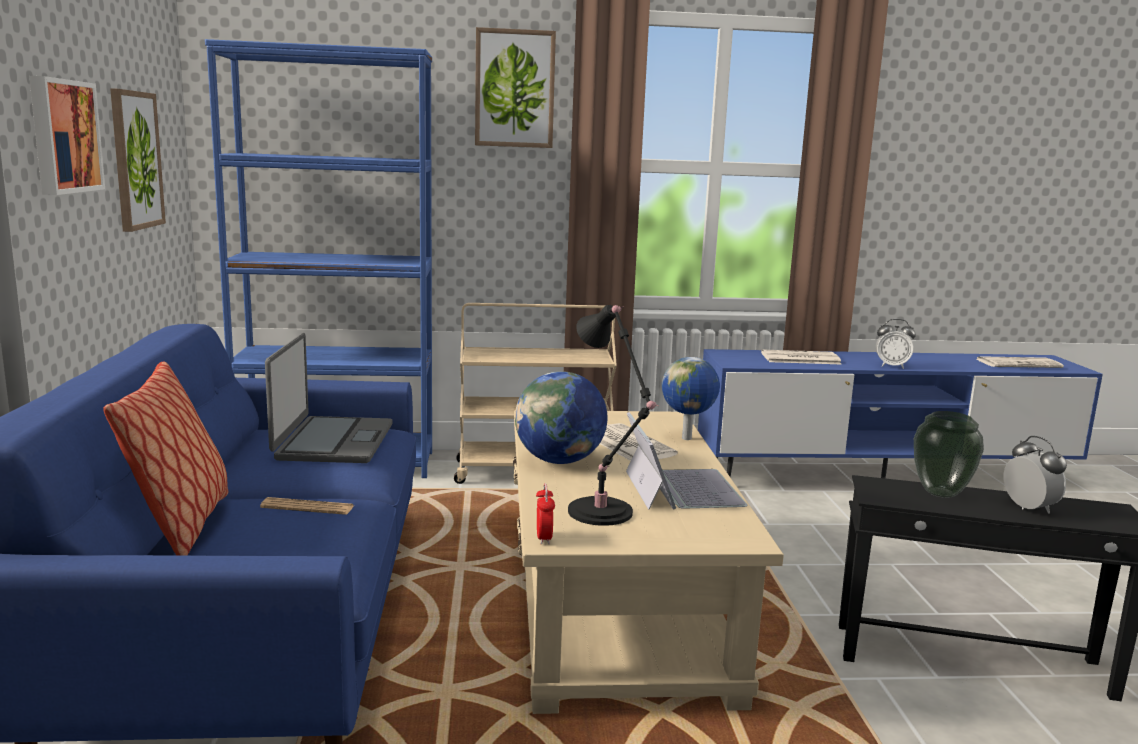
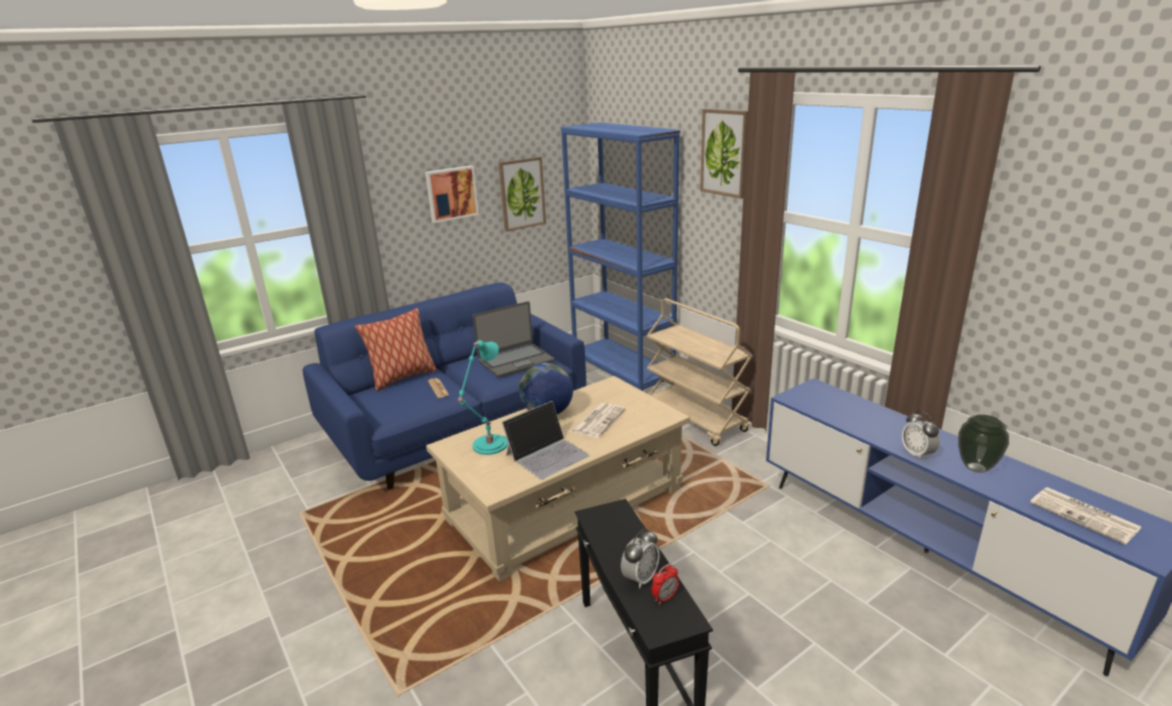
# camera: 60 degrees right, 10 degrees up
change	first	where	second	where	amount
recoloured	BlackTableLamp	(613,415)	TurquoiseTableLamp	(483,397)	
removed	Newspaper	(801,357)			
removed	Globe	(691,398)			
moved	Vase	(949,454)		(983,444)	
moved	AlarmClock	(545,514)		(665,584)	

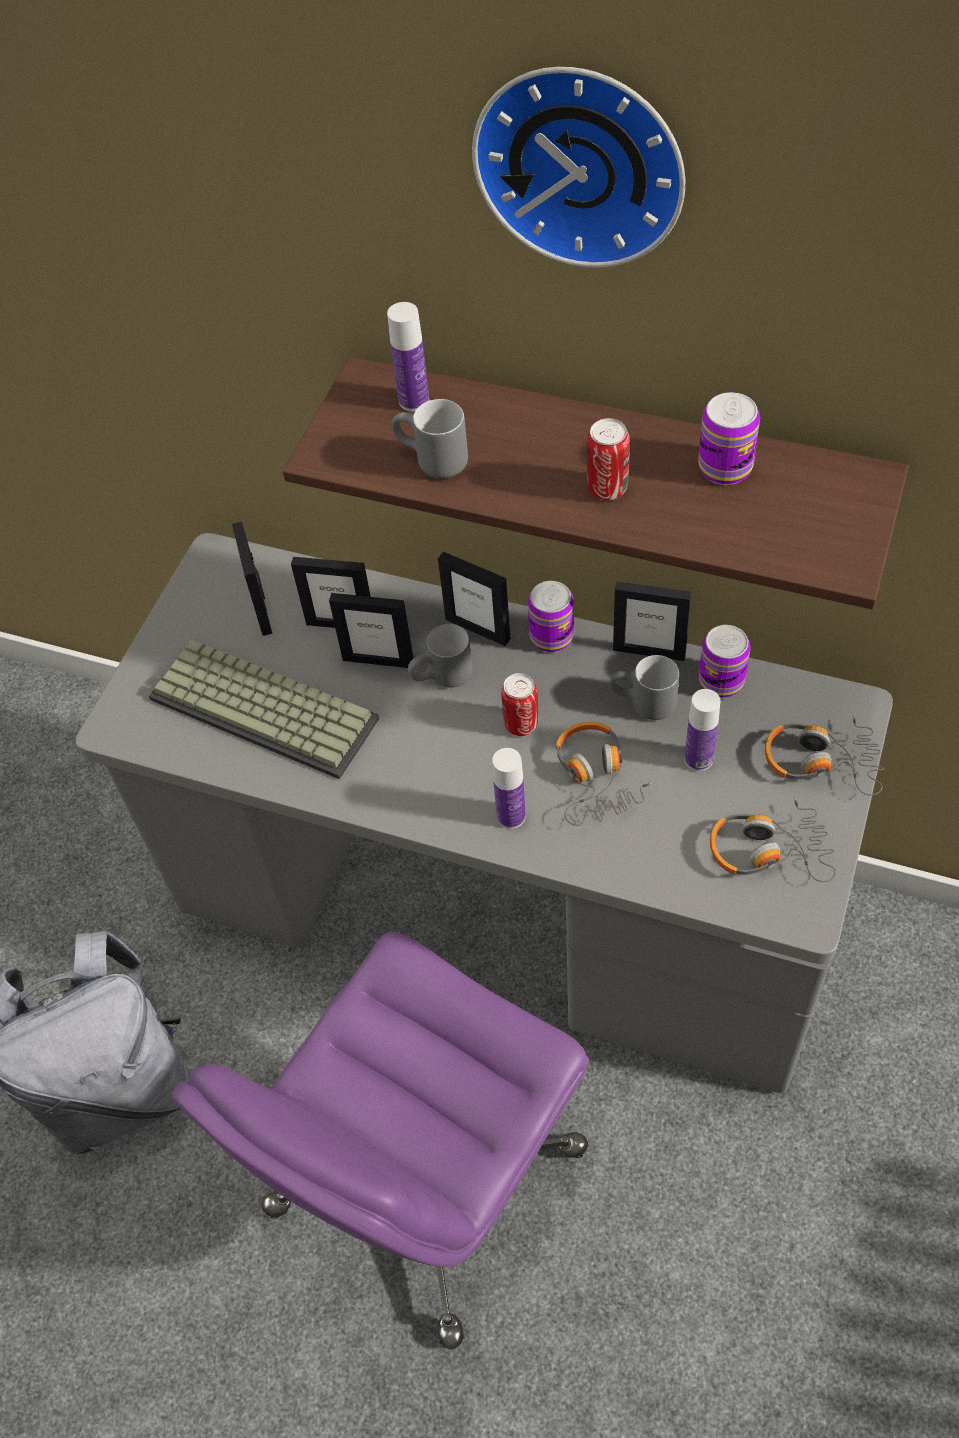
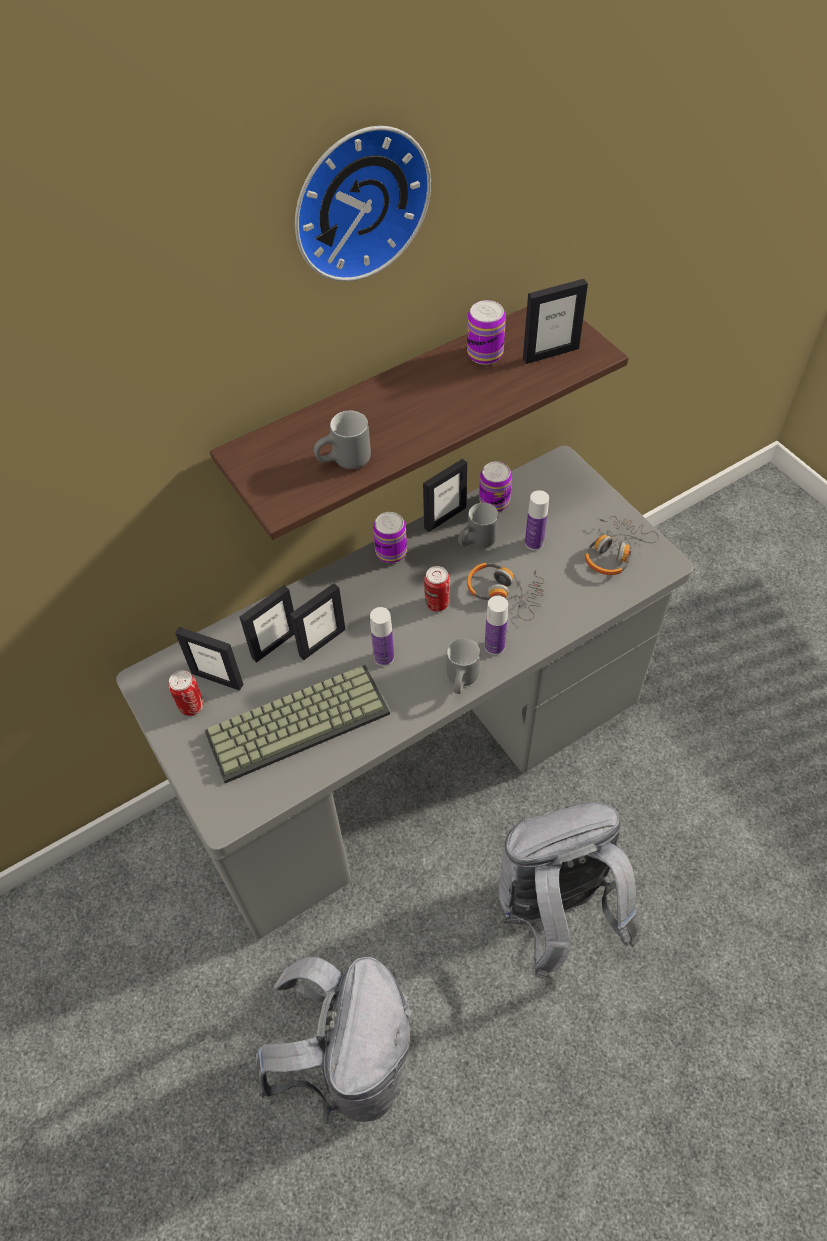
# camera: 55 degrees left, 0 degrees up
change	first	where	second	where	amount
moved	Bottle	(408,356)		(382,636)	
moved	Can	(608,459)		(186,693)	
moved	PictureFrame	(474,599)		(555,321)	
moved	GreyMug	(440,656)		(463,666)	
removed	Headphones	(824,755)			
replaced	PurpleOfficeChair	(380,1141)	GreyBackpack	(568,890)	

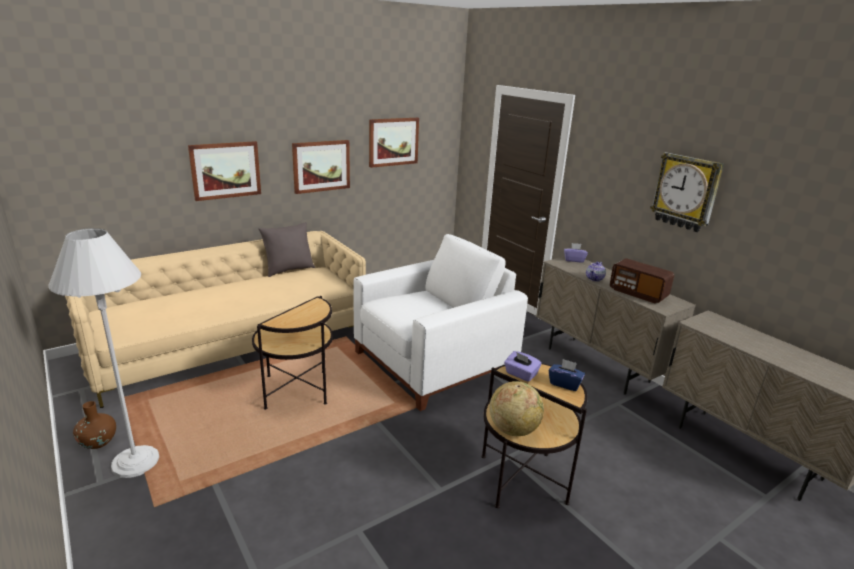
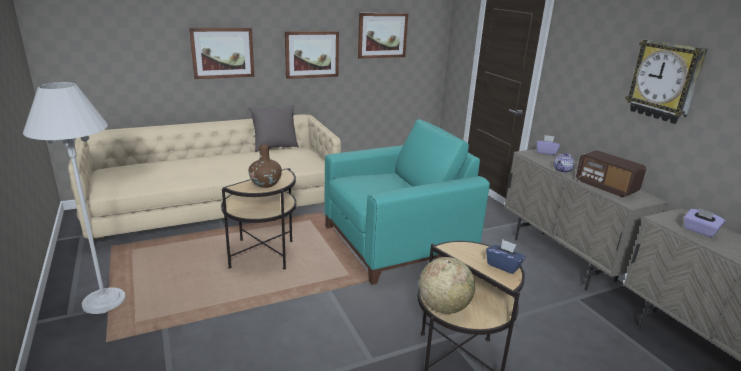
# camera: 10 degrees right, 0 degrees up
change	first	where	second	where	amount
recoloured	WhiteArmchair	(440,322)	TurquoiseArmchair	(407,202)	
moved	PurpleTissueBox	(522,366)		(705,223)	
moved	BrownVase	(94,425)		(265,166)	

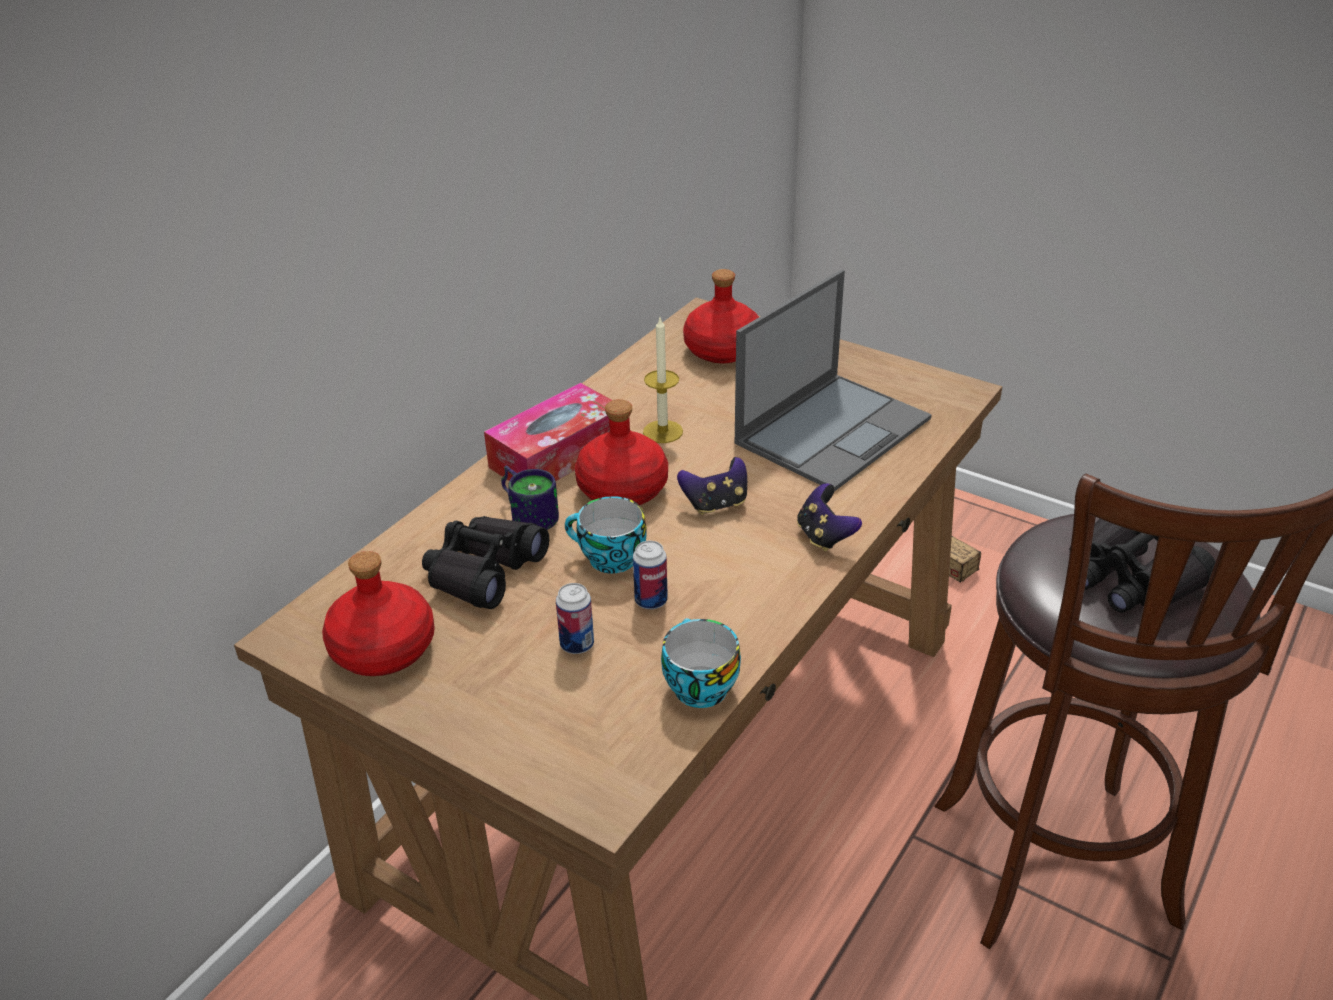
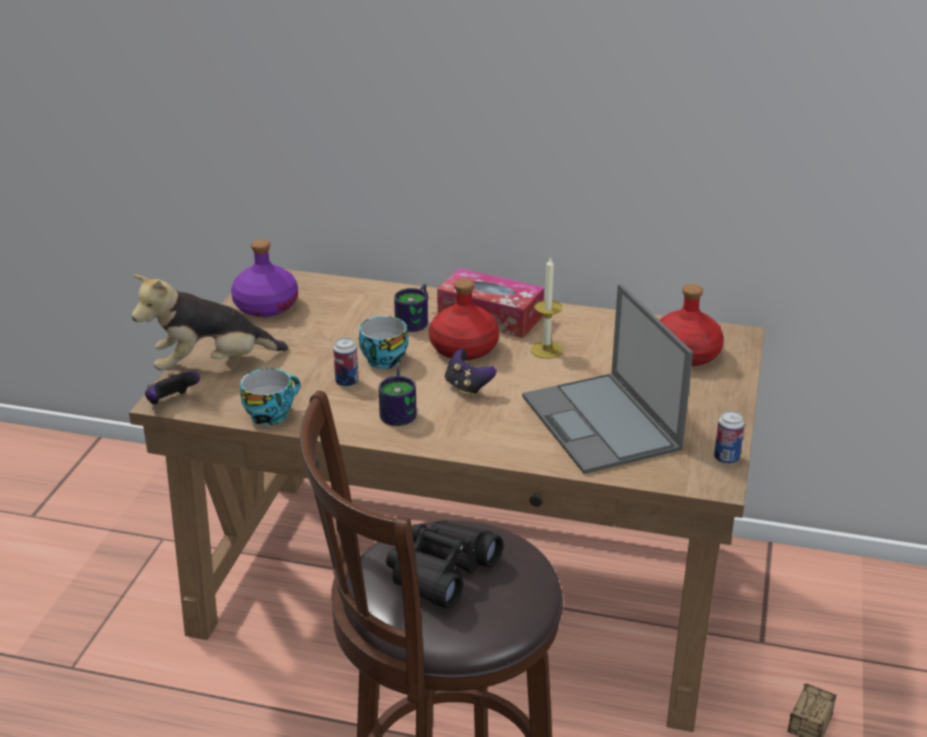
# camera: 70 degrees right, 5 degrees down
change	first	where	second	where	amount
turned	Laptop	(833,381)		(607,379)	45 degrees clockwise
moved	GameController	(829,517)		(172,388)	
removed	BlackBinoculars	(485,562)			
recoloured	RedBottle	(378,613)	PurpleBottle	(264,278)	
moved	Can	(575,618)		(729,437)	
added			PlushToy	(210,322)	
added			Mug	(398,397)	

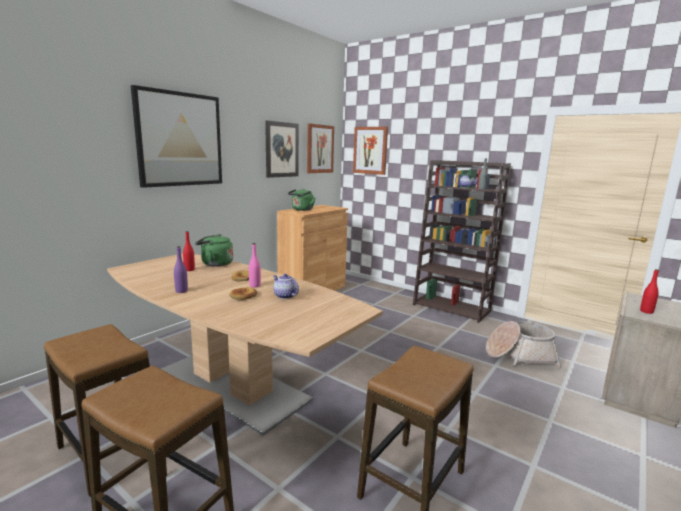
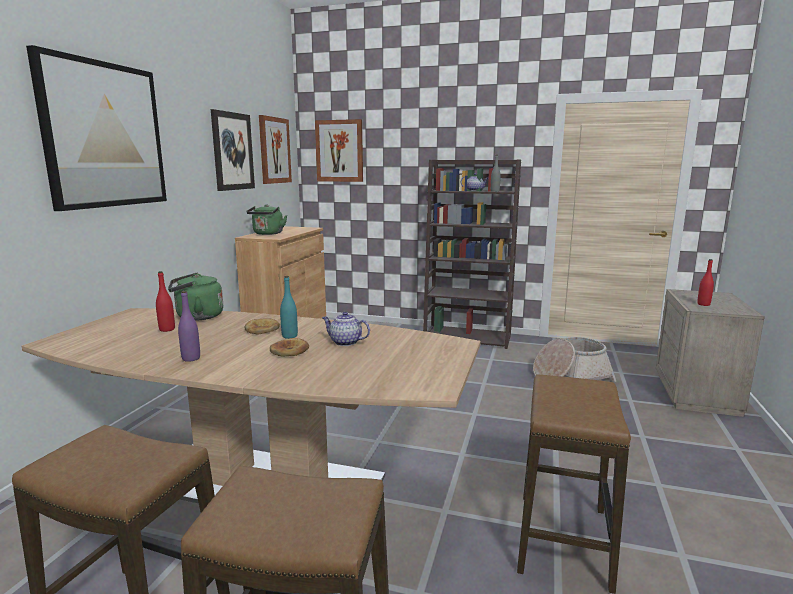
# camera: 20 degrees left, 0 degrees up
change	first	where	second	where	amount
recoloured	PinkBottle	(255,265)	TurquoiseBottle	(289,307)	

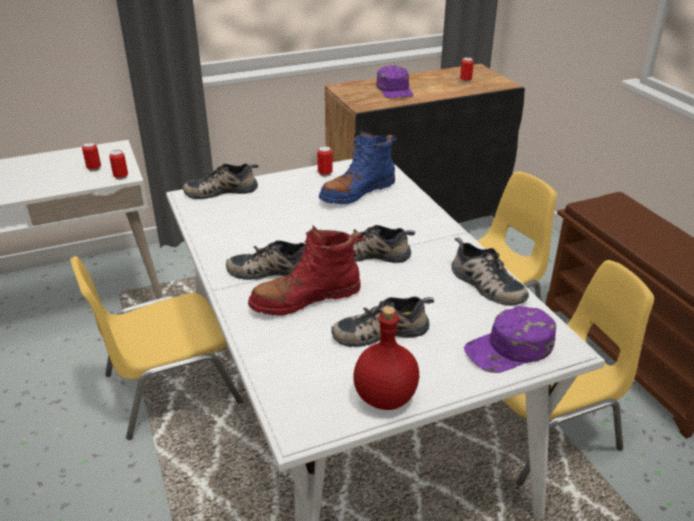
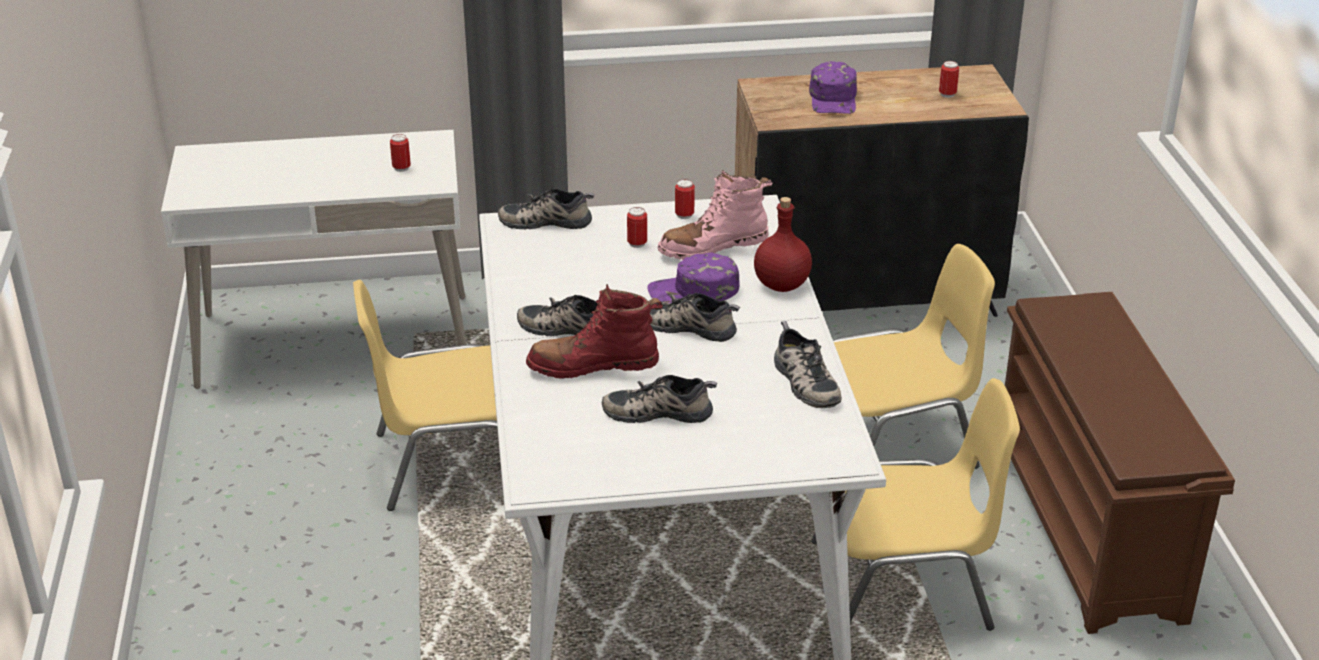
# camera: 15 degrees right, 0 degrees up
change	first	where	second	where	amount
recoloured	BlueBoot	(357,168)	PinkBoot	(715,215)	
moved	Can	(118,165)		(637,227)	
moved	RedBottle	(386,358)		(783,244)	
moved	PurpleCap	(510,339)		(694,278)	

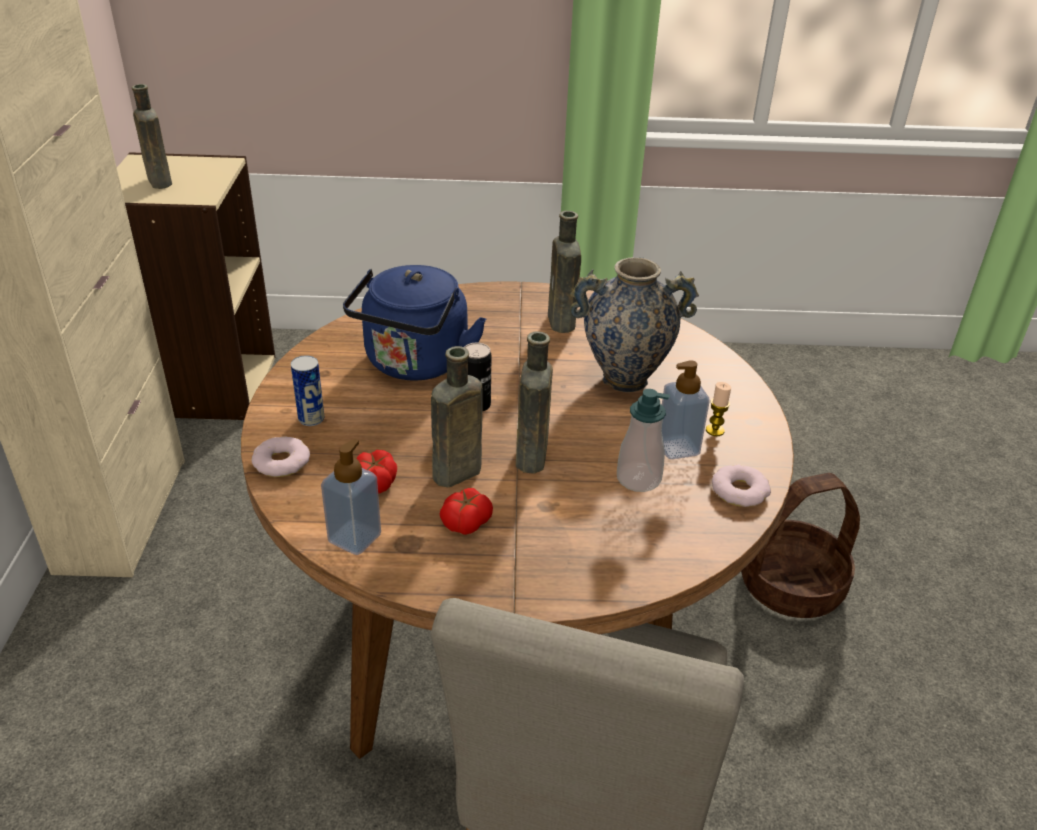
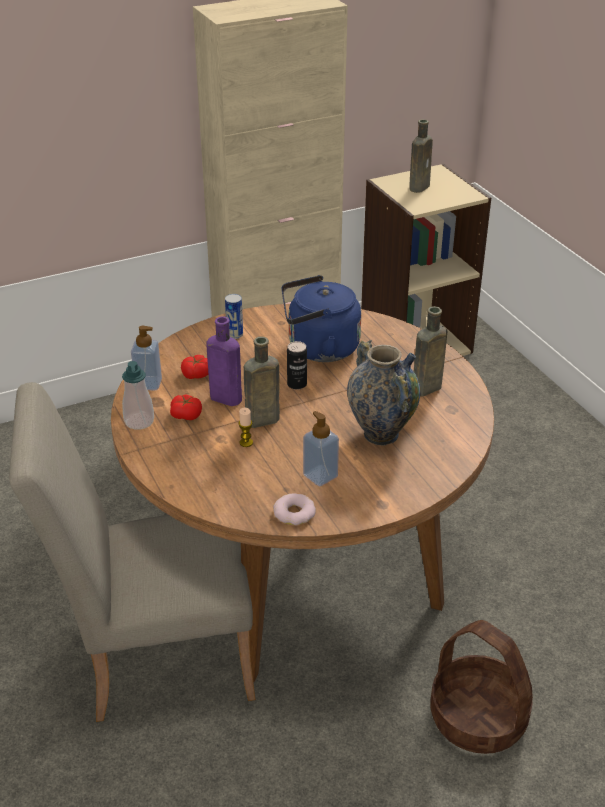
# camera: 65 degrees right, 0 degrees up
change	first	where	second	where	amount
recoloured	BrownBottle	(457,417)	PurpleBottle	(224,361)	
moved	Candle	(718,409)		(245,427)	
moved	SoapDispenser	(643,440)		(138,395)	
removed	Donut	(281,456)			

